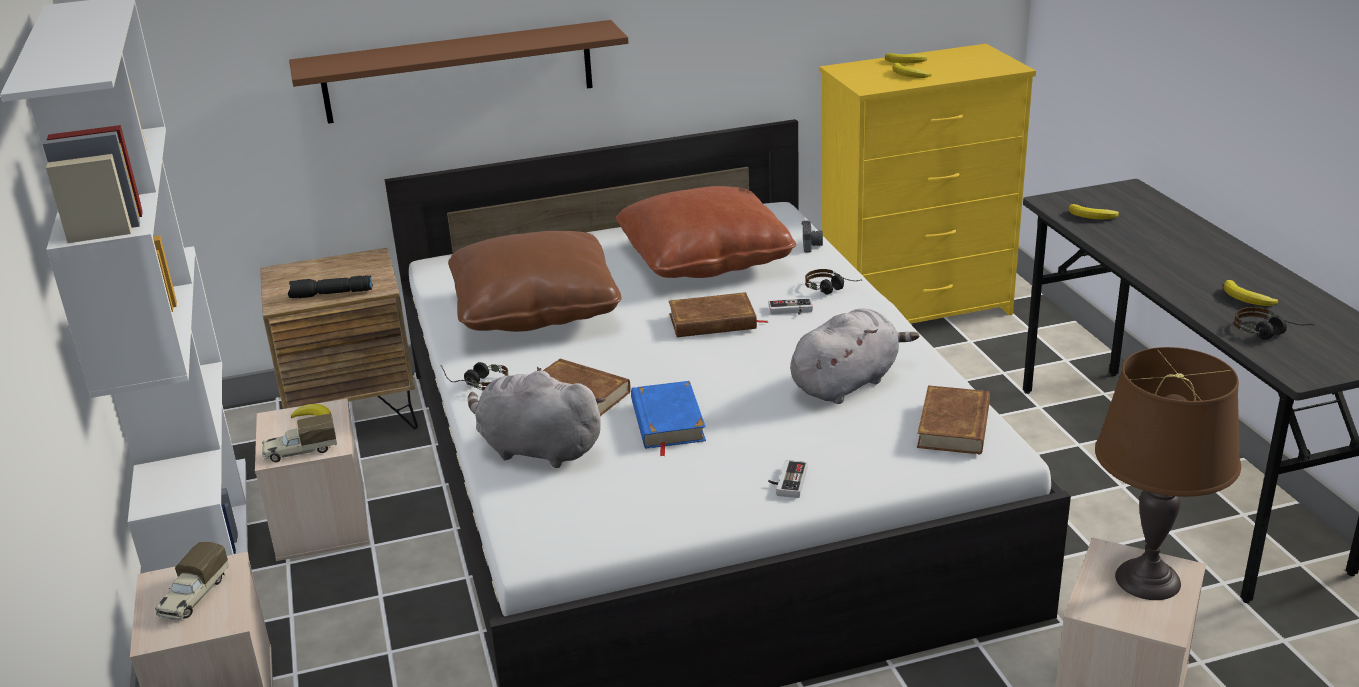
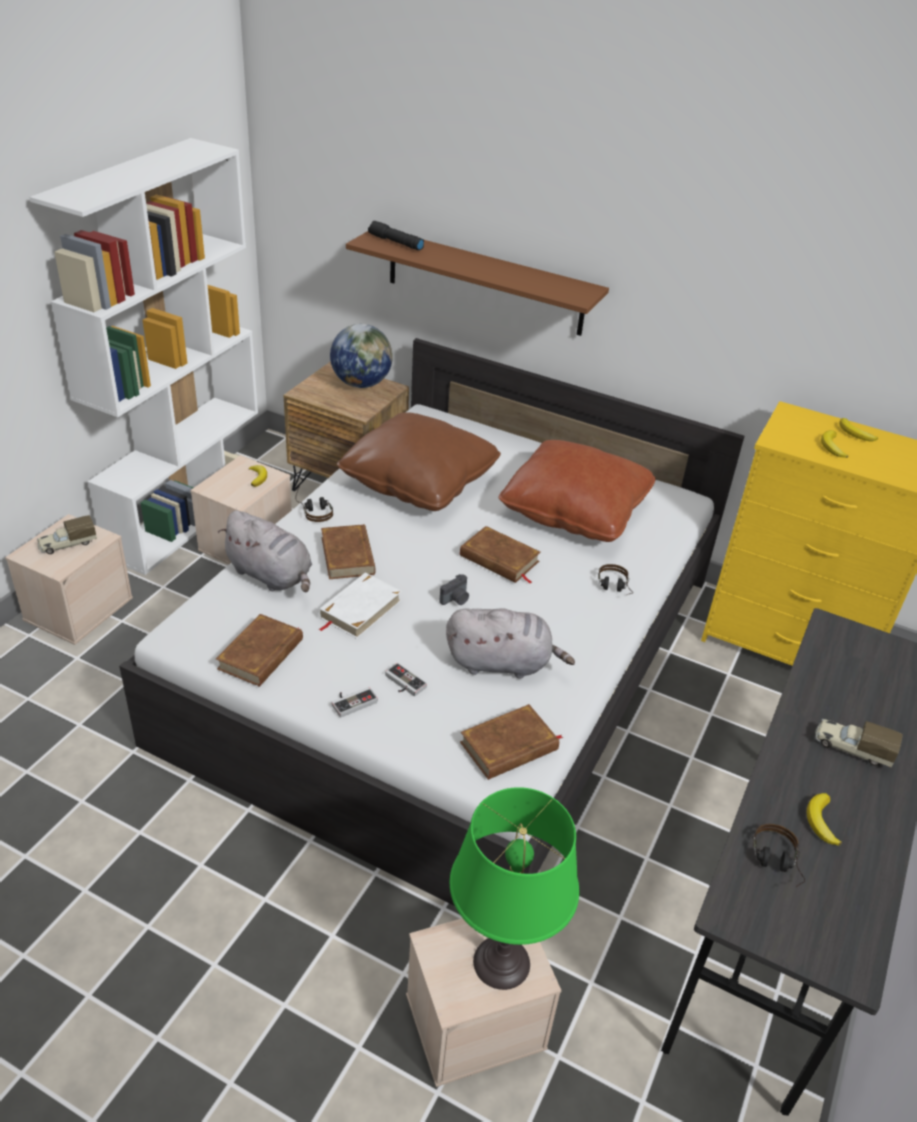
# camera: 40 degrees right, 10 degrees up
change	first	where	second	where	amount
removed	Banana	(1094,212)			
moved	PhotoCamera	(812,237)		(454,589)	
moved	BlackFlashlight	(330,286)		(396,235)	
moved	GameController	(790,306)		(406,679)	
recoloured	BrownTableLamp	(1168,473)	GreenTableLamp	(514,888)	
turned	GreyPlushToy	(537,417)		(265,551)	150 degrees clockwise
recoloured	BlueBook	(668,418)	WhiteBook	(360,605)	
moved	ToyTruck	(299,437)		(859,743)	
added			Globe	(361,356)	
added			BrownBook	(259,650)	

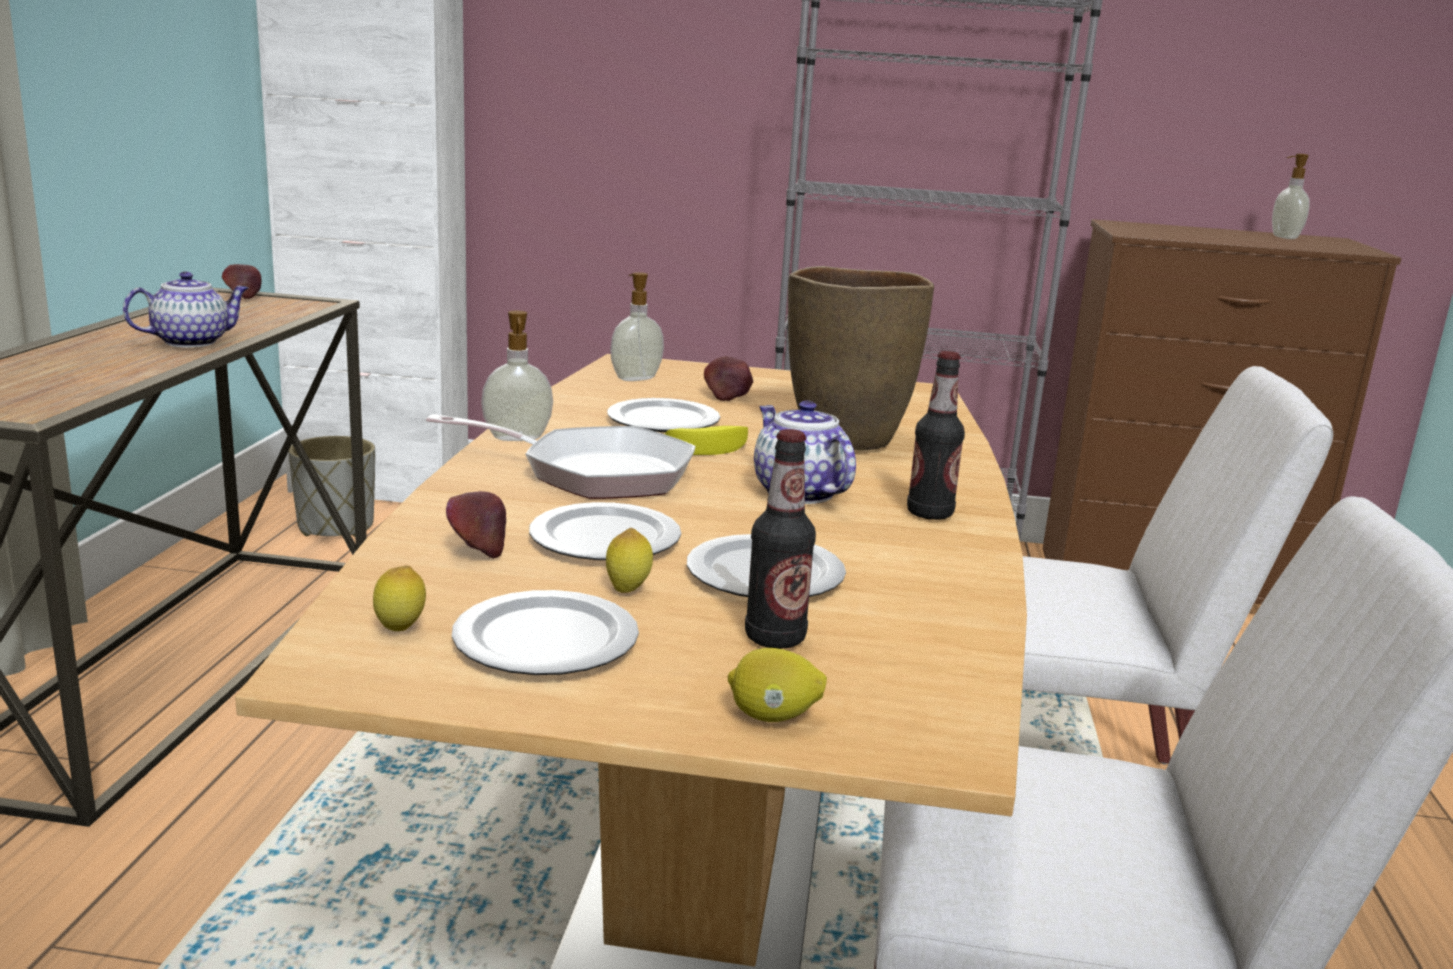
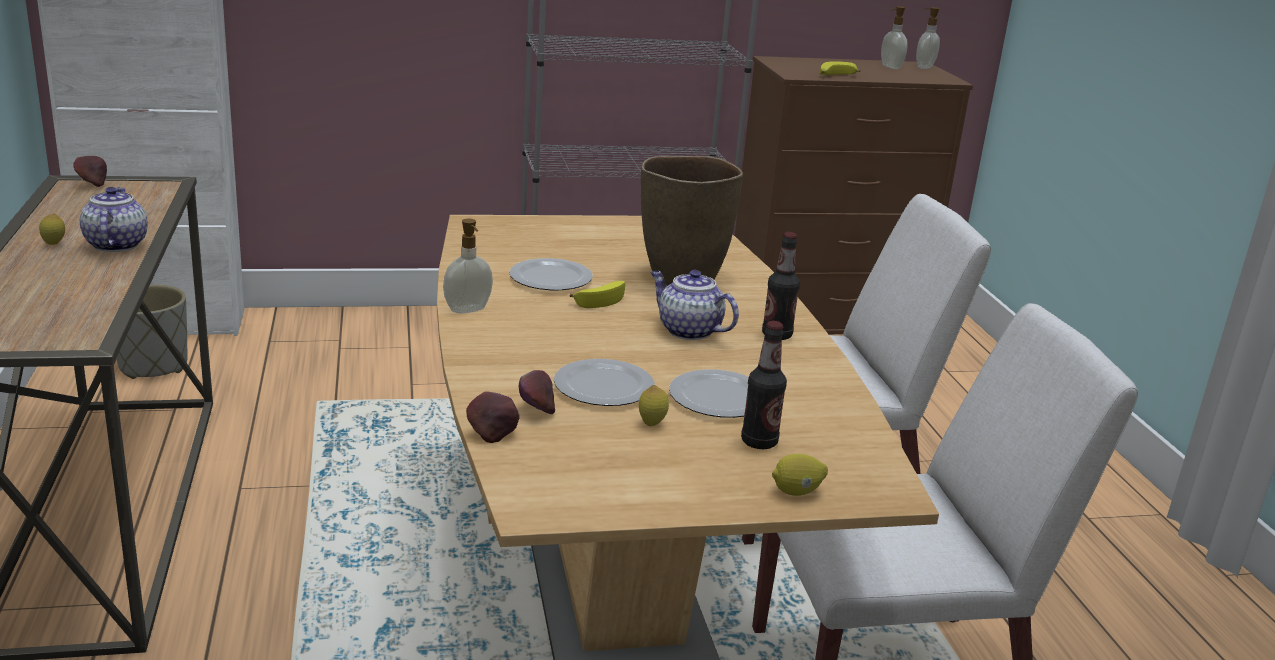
# camera: 20 degrees left, 5 degrees up
change	first	where	second	where	amount
turned	Teapot	(186,309)		(114,219)	45 degrees counterclockwise
moved	SoapDispenser	(637,326)		(928,38)	
moved	Apple	(728,378)		(493,417)	
removed	FryingPan	(561,456)			
moved	Lemon	(399,598)		(52,229)	
removed	Plate	(545,632)			
added			Banana	(840,68)	

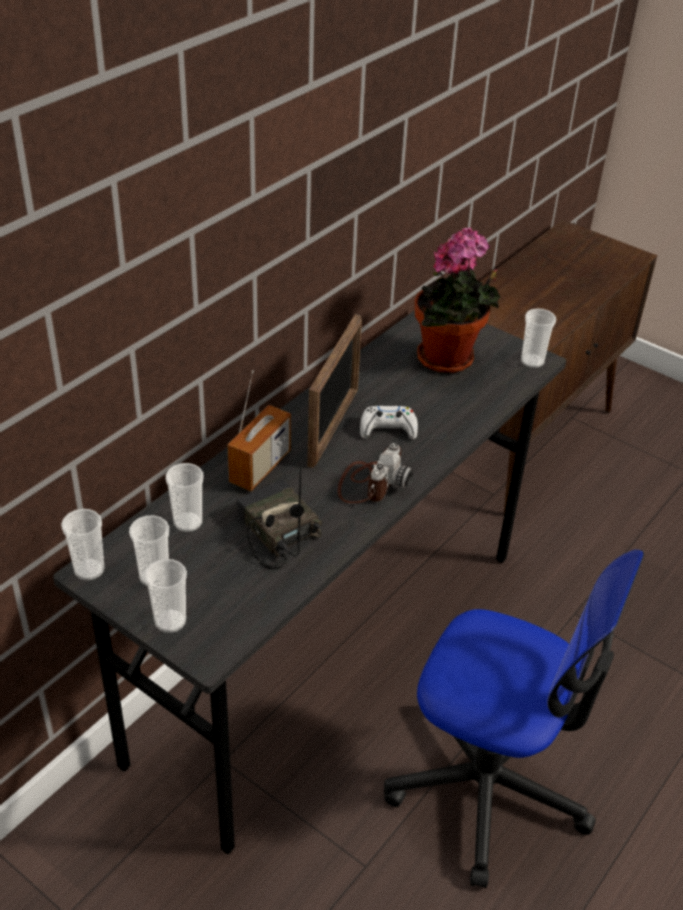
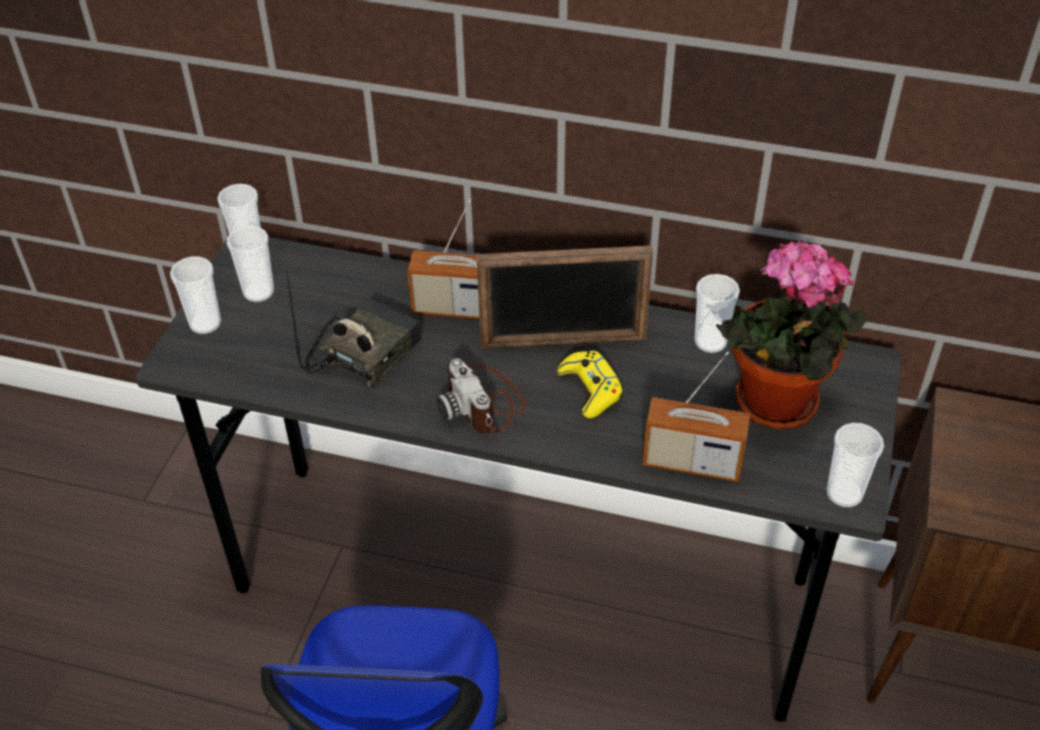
# camera: 70 degrees right, 5 degrees up
change	first	where	second	where	amount
recoloured	WhiteGameController	(389,422)	YellowGameController	(590,384)	
turned	PhotoCamera	(375,473)		(481,395)	60 degrees clockwise
moved	Cup	(184,497)		(717,313)	
added			Radio	(696,417)	

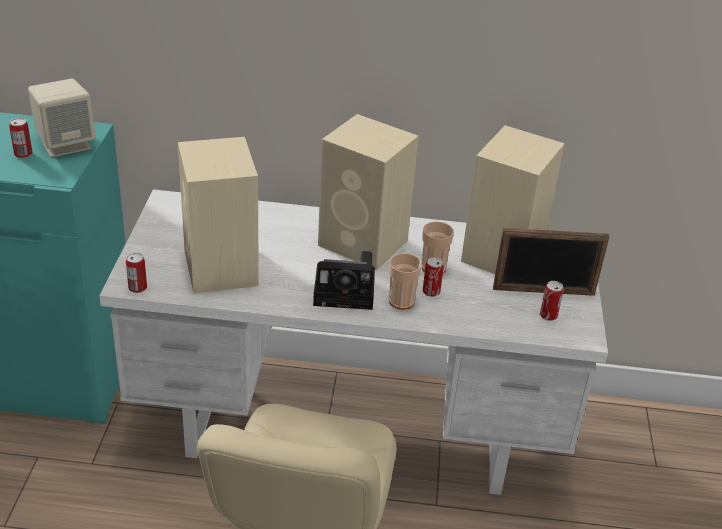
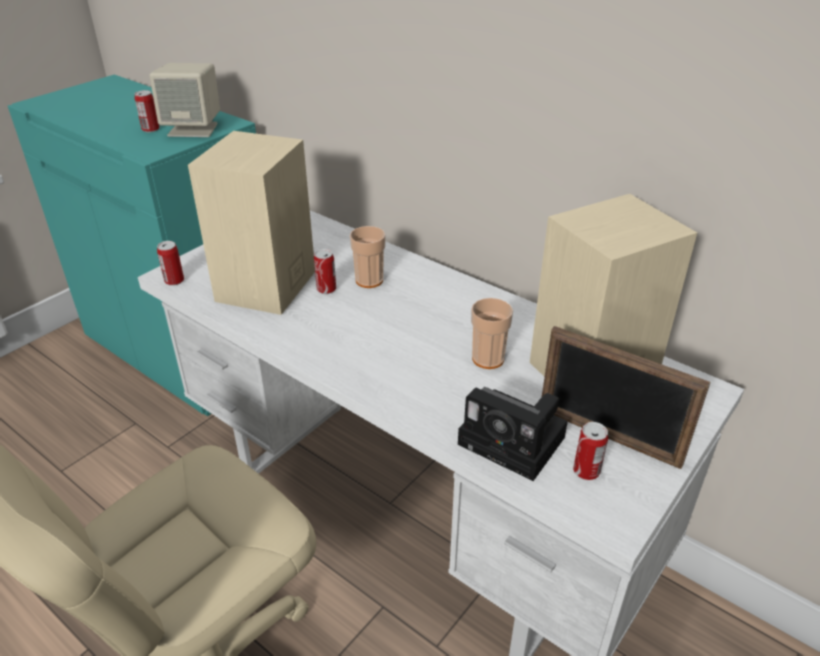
# camera: 35 degrees right, 0 degrees up
change	first	where	second	where	amount
removed	BeigeSpeaker	(368,192)			
moved	PhotoCamera	(344,280)		(513,434)	
moved	Cup	(405,281)		(368,257)	
moved	Can	(433,277)		(325,271)	

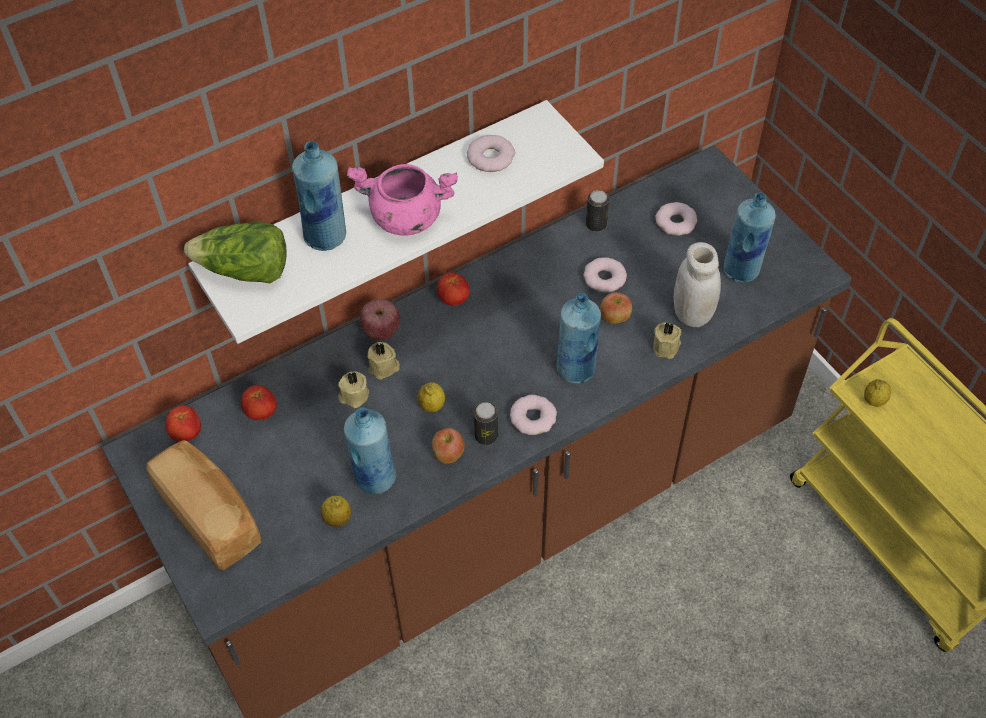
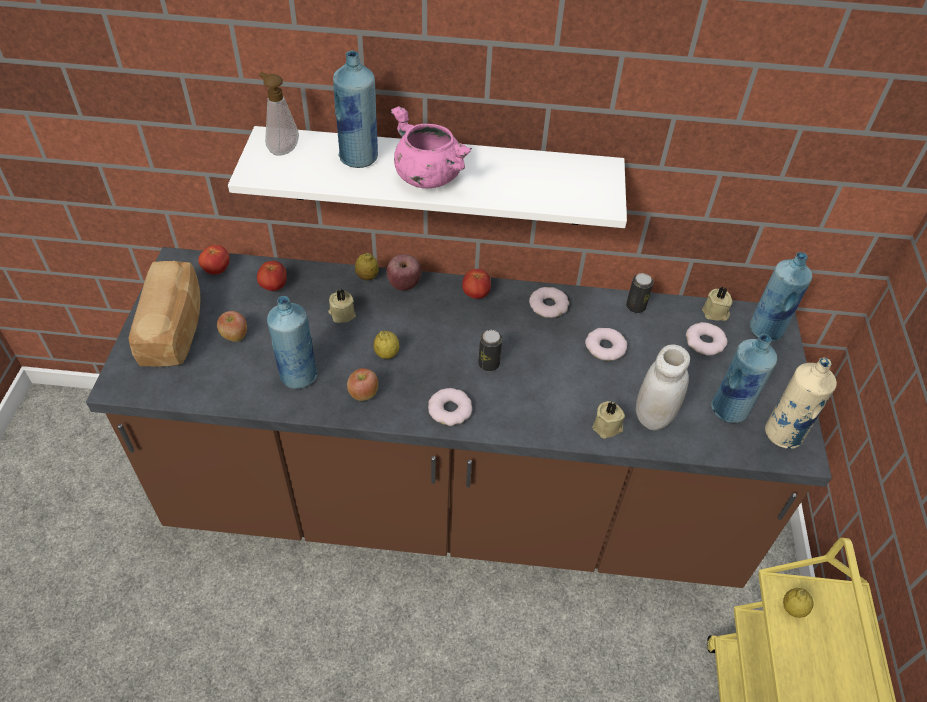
# camera: 35 degrees right, 5 degrees down
change	first	where	second	where	amount
moved	Donut	(491,153)		(549,302)	
replaced	Lettuce	(235,252)	SoapDispenser	(279,114)	
moved	Apple	(616,308)		(232,326)	
moved	BlueBottle	(579,338)		(781,297)	
moved	BeigeCandle	(384,361)		(717,303)	
moved	Can	(485,423)		(490,350)	
moved	Lemon	(336,511)		(367,266)	
added			BeigeBottle	(801,403)	

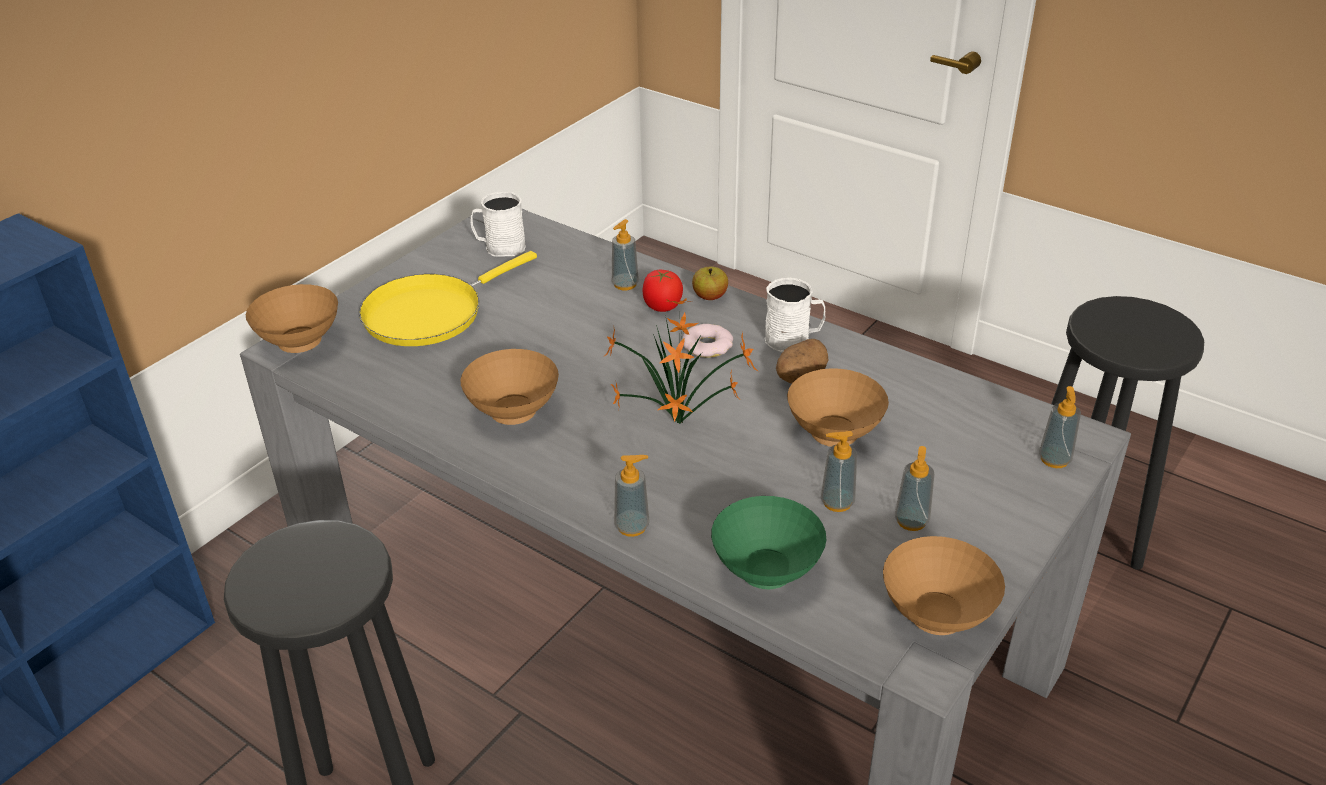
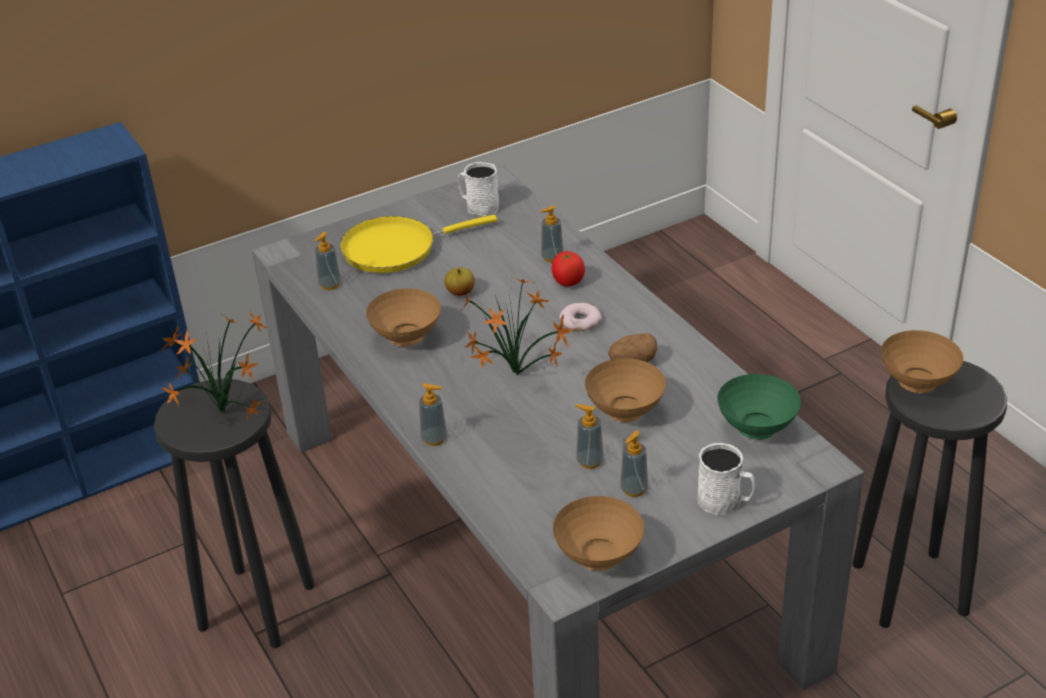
# camera: 25 degrees right, 0 degrees up
change	first	where	second	where	amount
moved	Apple	(710,283)		(460,281)	
moved	WhiteMug	(795,315)		(726,479)	
moved	BrownBowl	(292,318)		(922,361)	
moved	SoapDispenser	(1060,427)		(328,261)	
moved	GreenBowl	(768,542)		(759,407)	
added			PottedPlant	(213,365)	

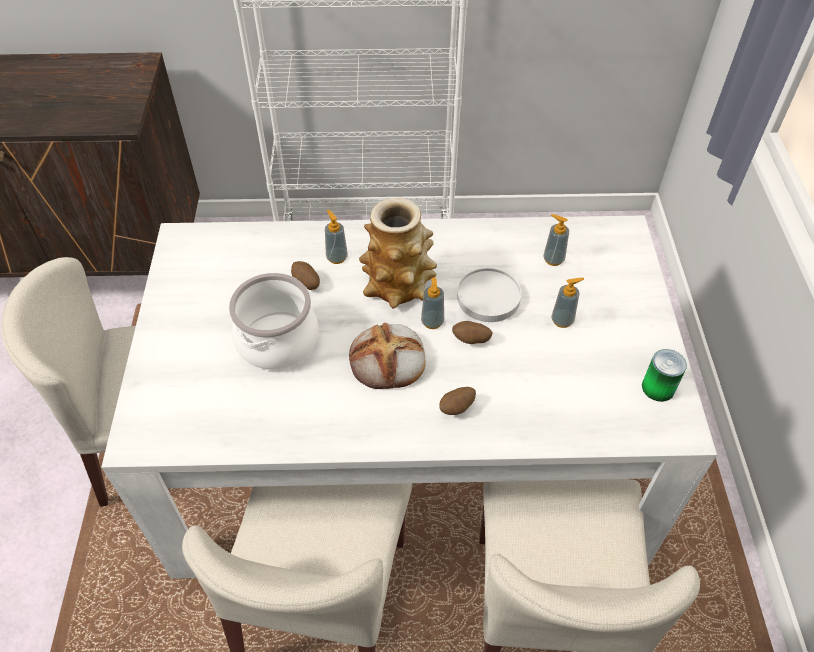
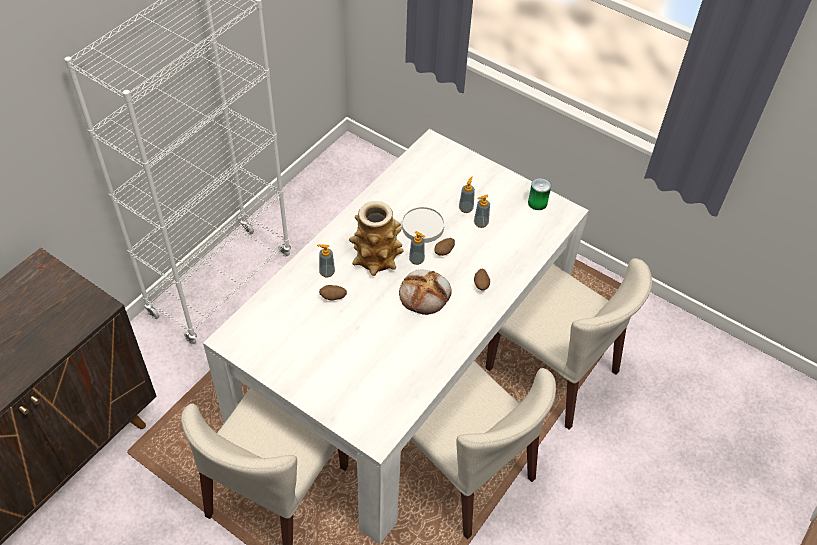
# camera: 55 degrees left, 0 degrees up
change	first	where	second	where	amount
moved	SoapDispenser	(556,240)		(482,211)	
removed	CookingPot	(274,321)			

